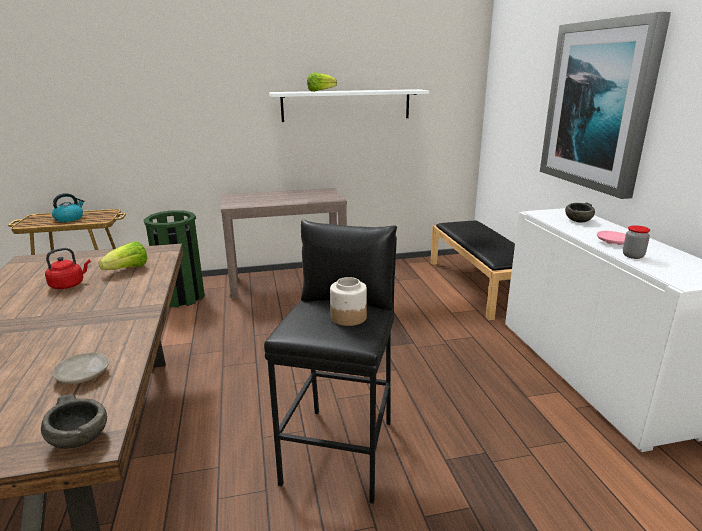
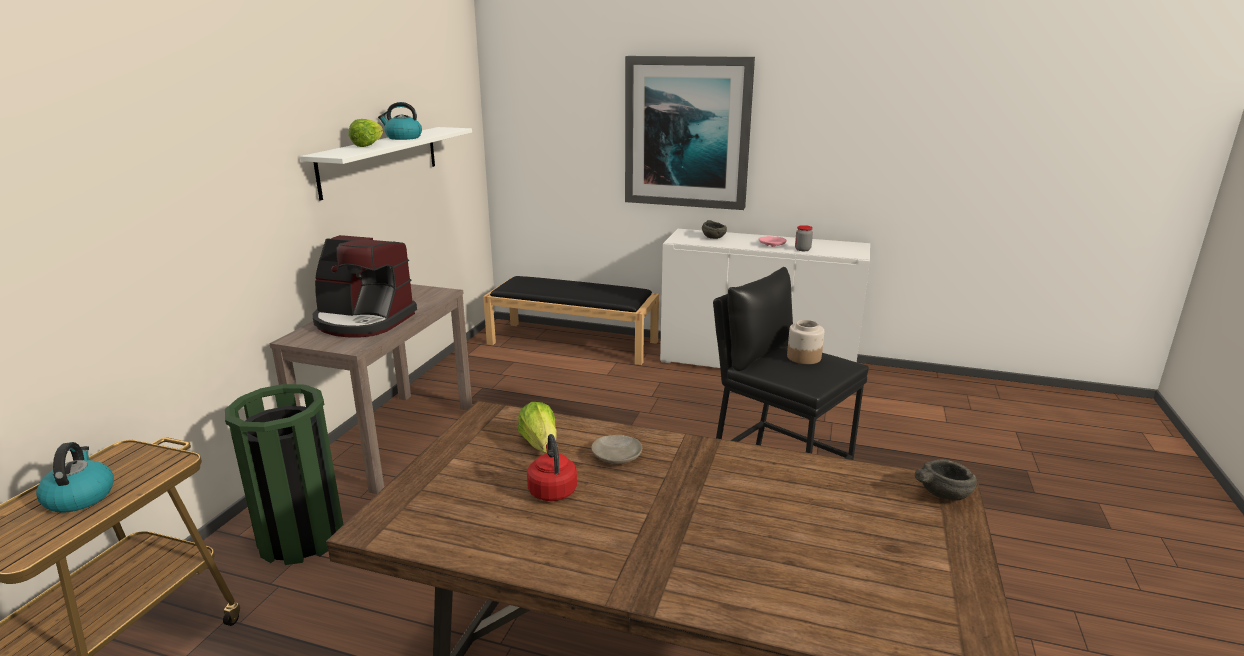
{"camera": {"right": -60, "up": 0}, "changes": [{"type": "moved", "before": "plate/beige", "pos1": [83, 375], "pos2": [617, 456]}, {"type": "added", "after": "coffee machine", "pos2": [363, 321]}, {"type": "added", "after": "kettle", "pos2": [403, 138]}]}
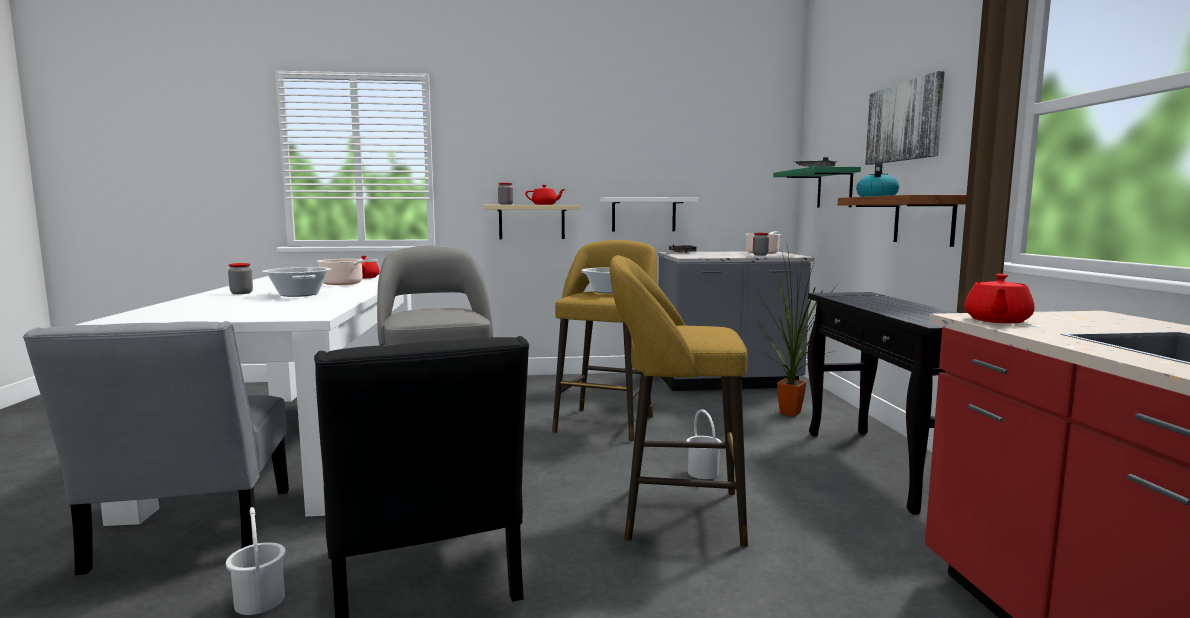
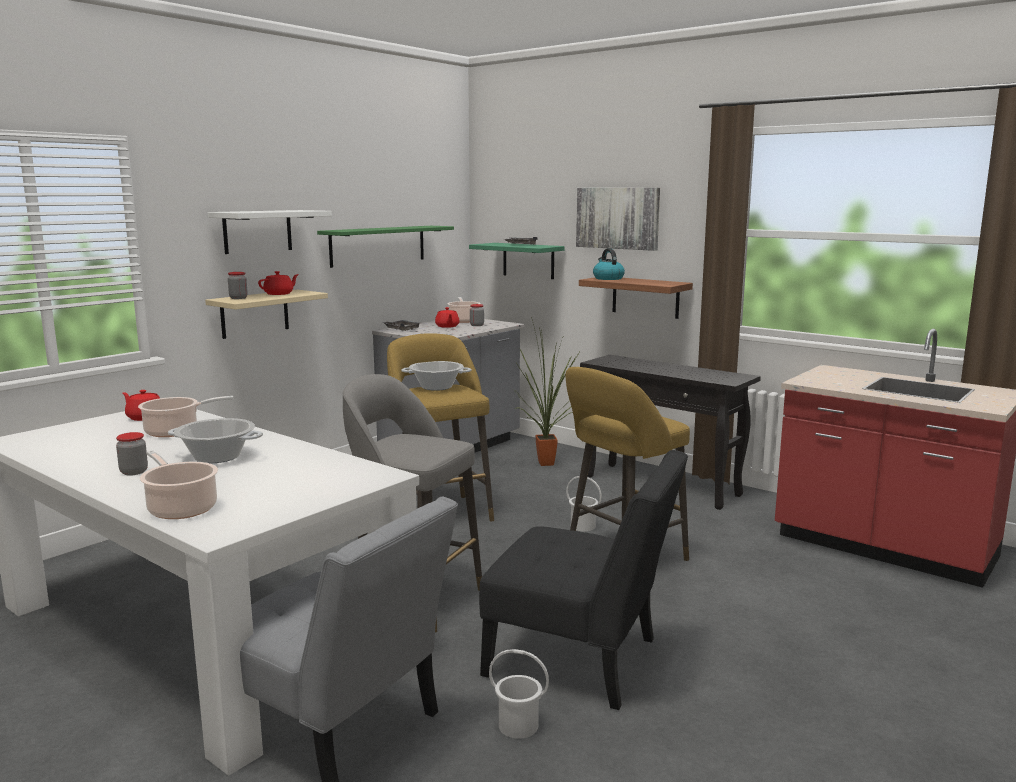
{"camera": {"right": -45, "up": 5}, "changes": [{"type": "moved", "before": "shelf/white", "pos1": [643, 214], "pos2": [257, 231]}, {"type": "moved", "before": "teapot/red", "pos1": [996, 320], "pos2": [447, 326]}, {"type": "added", "after": "cooking pot", "pos2": [180, 508]}, {"type": "added", "after": "shelf/green", "pos2": [378, 245]}]}
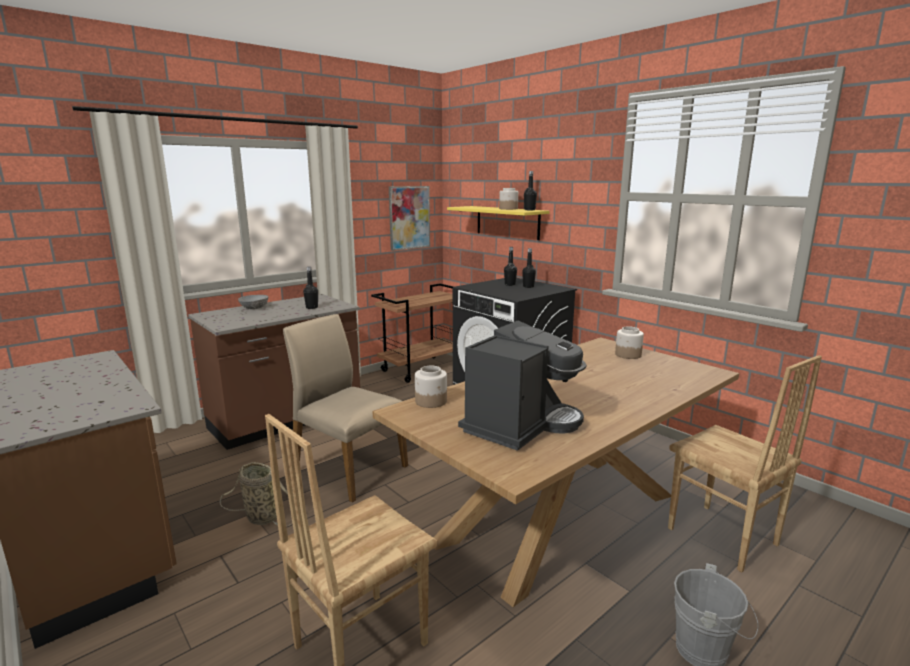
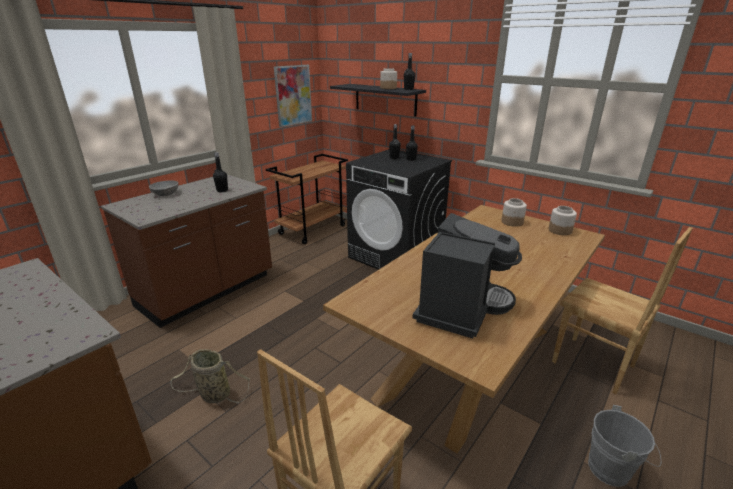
{"camera": {"right": -10, "up": 10}, "changes": [{"type": "removed", "before": "chair/beige", "pos1": [348, 468]}, {"type": "moved", "before": "jar", "pos1": [431, 401], "pos2": [560, 230]}, {"type": "recoloured", "before": "shelf/yellow", "after": "shelf/black", "pos1": [507, 222], "pos2": [385, 99]}]}
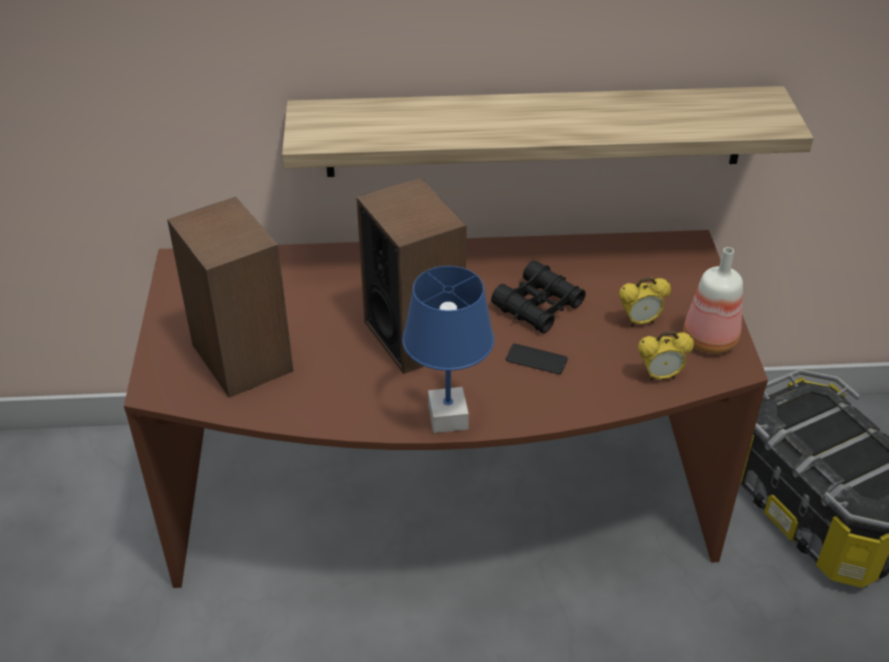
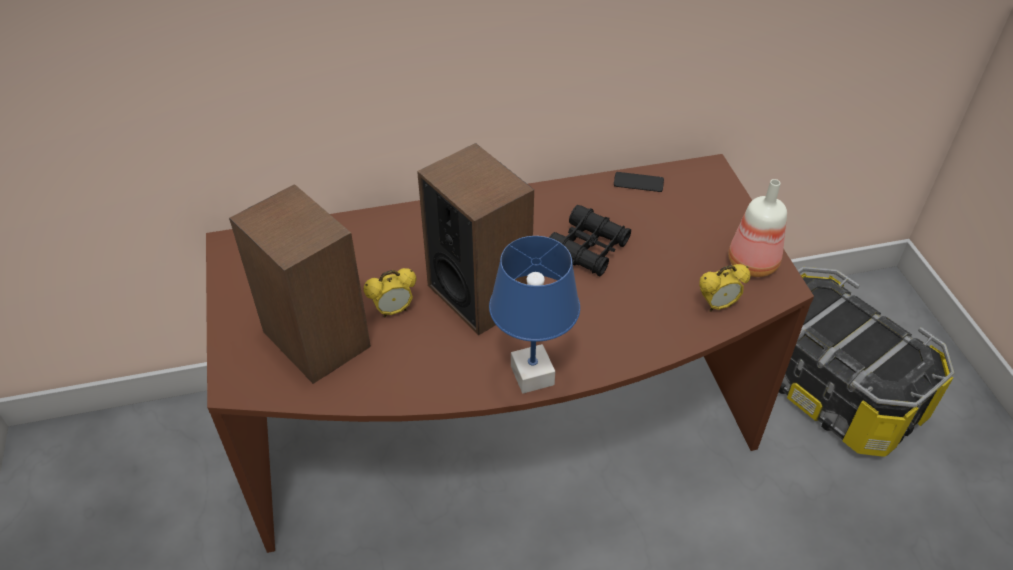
{"camera": {"right": -10, "up": 5}, "changes": [{"type": "removed", "before": "shelf", "pos1": [535, 131]}, {"type": "moved", "before": "phone", "pos1": [536, 359], "pos2": [638, 182]}, {"type": "moved", "before": "alarm clock", "pos1": [640, 322], "pos2": [393, 311]}]}
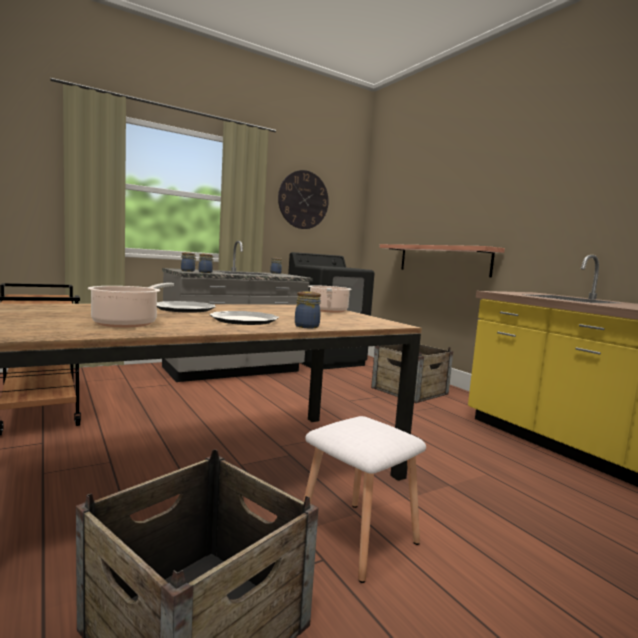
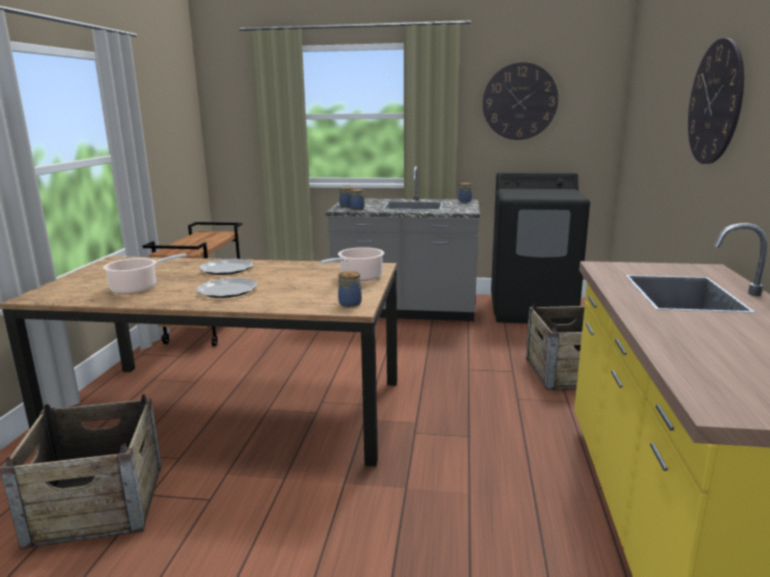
{"camera": {"right": 40, "up": 10}, "changes": [{"type": "moved", "before": "jar", "pos1": [306, 326], "pos2": [351, 303]}, {"type": "removed", "before": "stool/white", "pos1": [357, 539]}, {"type": "removed", "before": "shelf", "pos1": [443, 260]}, {"type": "added", "after": "wall clock", "pos2": [715, 102]}]}
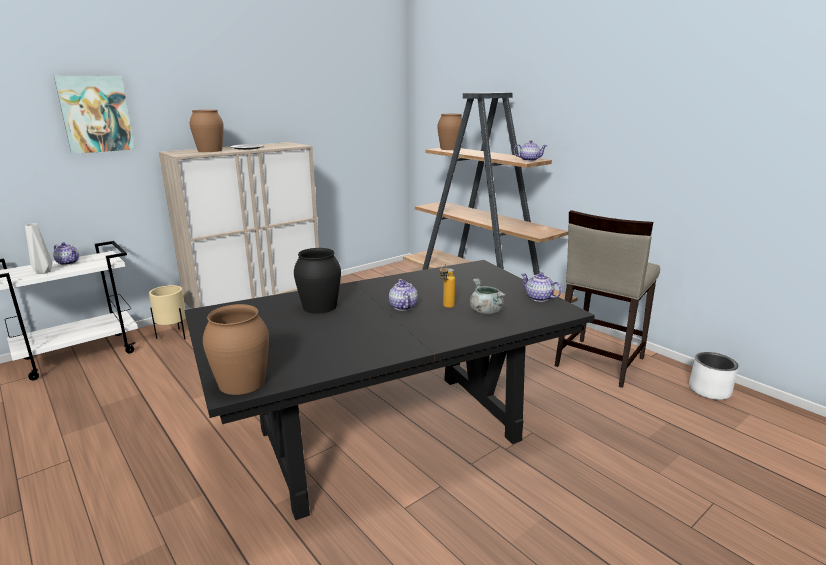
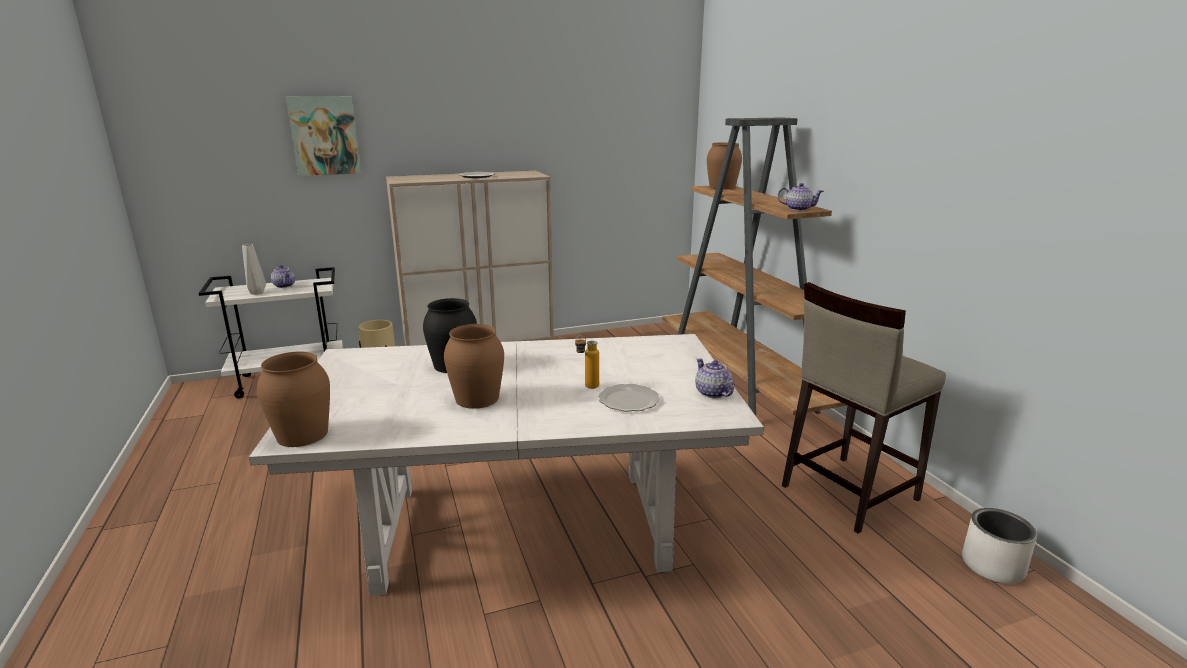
{"camera": {"right": 20, "up": 0}, "changes": [{"type": "recoloured", "before": "dining table/black", "after": "dining table/white", "pos1": [388, 435], "pos2": [521, 527]}, {"type": "moved", "before": "vase/brown", "pos1": [210, 150], "pos2": [477, 399]}, {"type": "removed", "before": "teapot", "pos1": [403, 307]}, {"type": "replaced", "before": "cooking pot/grey", "after": "plate", "pos1": [485, 311], "pos2": [628, 400]}]}
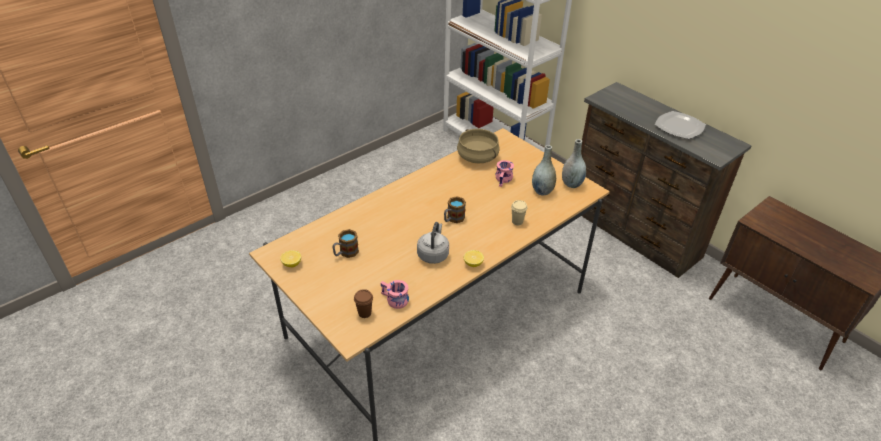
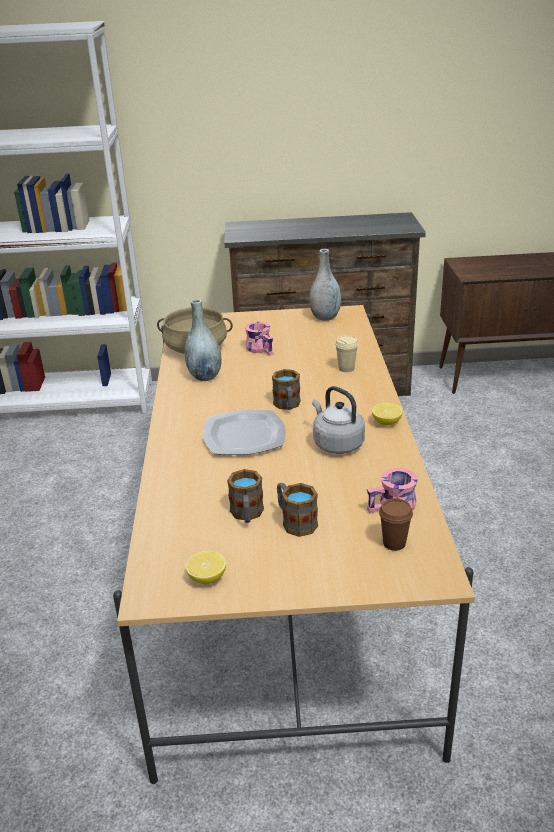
{"camera": {"right": -50, "up": -10}, "changes": [{"type": "moved", "before": "vase/grey", "pos1": [542, 191], "pos2": [205, 376]}, {"type": "moved", "before": "plate", "pos1": [678, 127], "pos2": [243, 436]}, {"type": "added", "after": "mug", "pos2": [295, 521]}]}
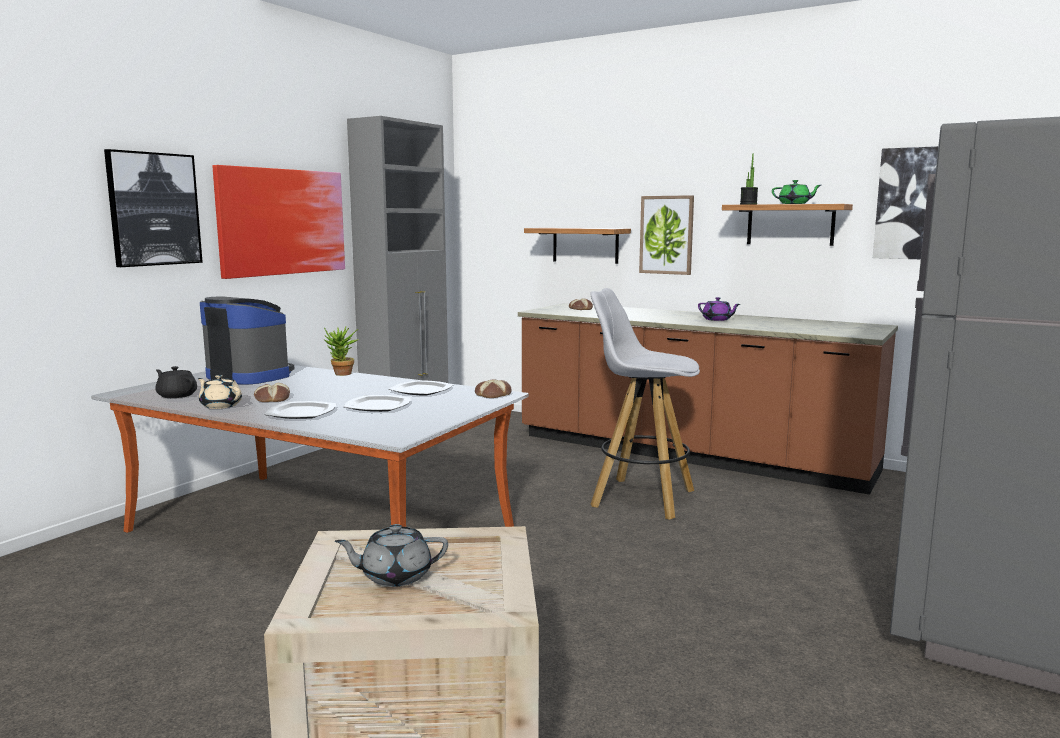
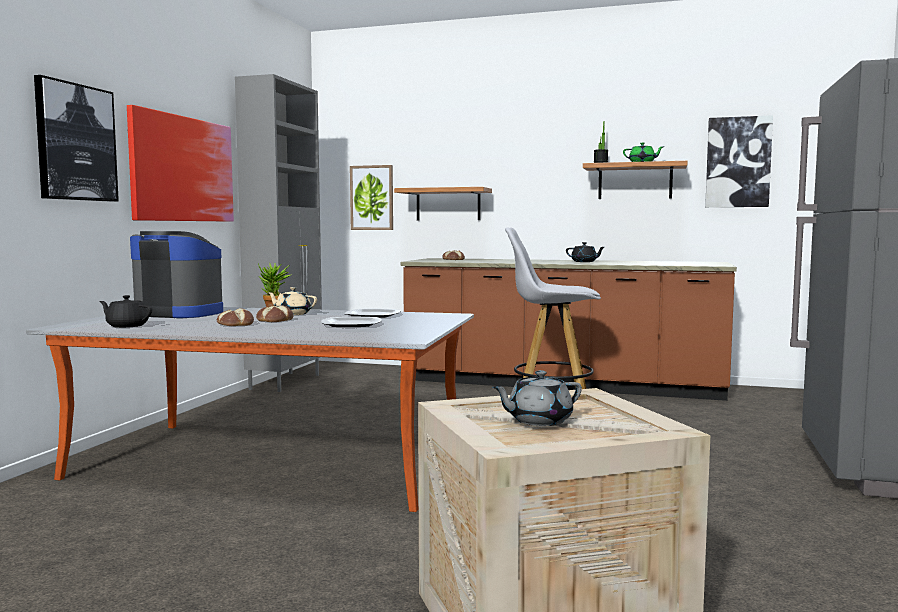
{"camera": {"right": -15, "up": -5}, "changes": [{"type": "moved", "before": "teapot/beige", "pos1": [220, 405], "pos2": [292, 314]}, {"type": "removed", "before": "plate", "pos1": [302, 413]}, {"type": "moved", "before": "bread", "pos1": [492, 394], "pos2": [274, 320]}, {"type": "moved", "before": "picture", "pos1": [666, 235], "pos2": [372, 197]}, {"type": "recoloured", "before": "teapot/purple", "after": "teapot/black", "pos1": [717, 320], "pos2": [584, 262]}]}
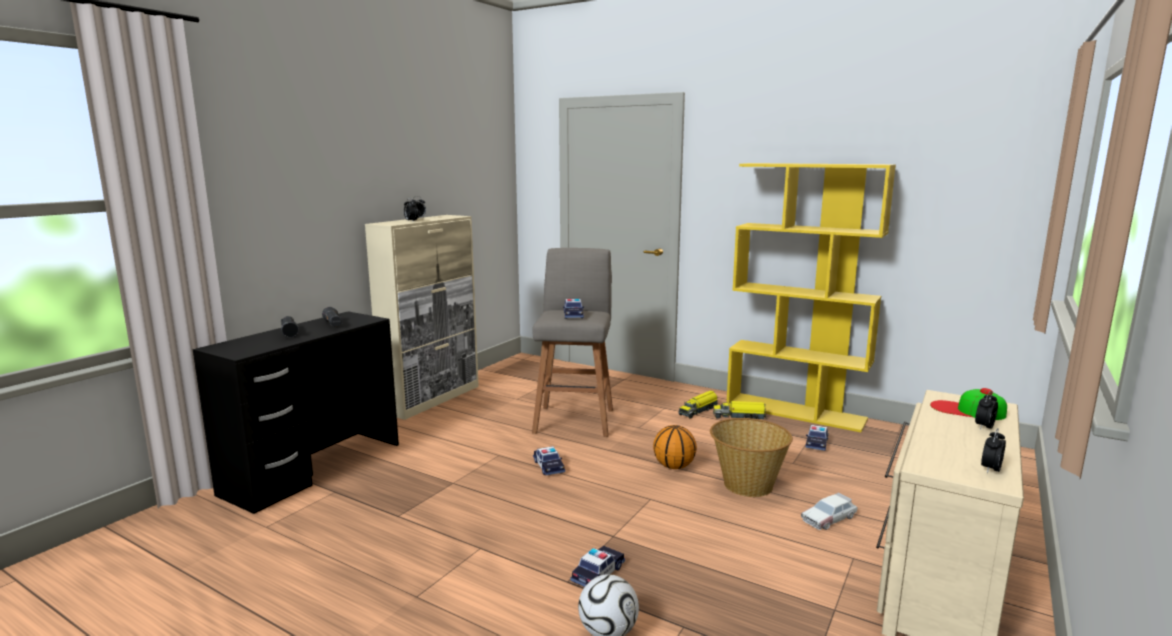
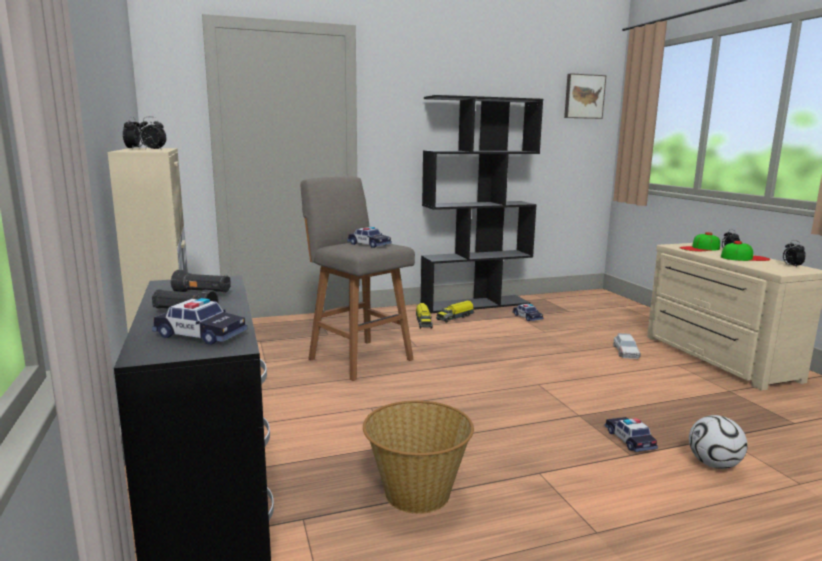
{"camera": {"right": -50, "up": 0}, "changes": [{"type": "moved", "before": "toy car", "pos1": [548, 466], "pos2": [200, 335]}, {"type": "removed", "before": "basketball", "pos1": [674, 466]}, {"type": "moved", "before": "basket", "pos1": [747, 485], "pos2": [417, 494]}, {"type": "recoloured", "before": "bookcase/yellow", "after": "bookcase/black", "pos1": [796, 412], "pos2": [475, 304]}, {"type": "added", "after": "picture", "pos2": [583, 96]}, {"type": "added", "after": "cap", "pos2": [744, 258]}]}
